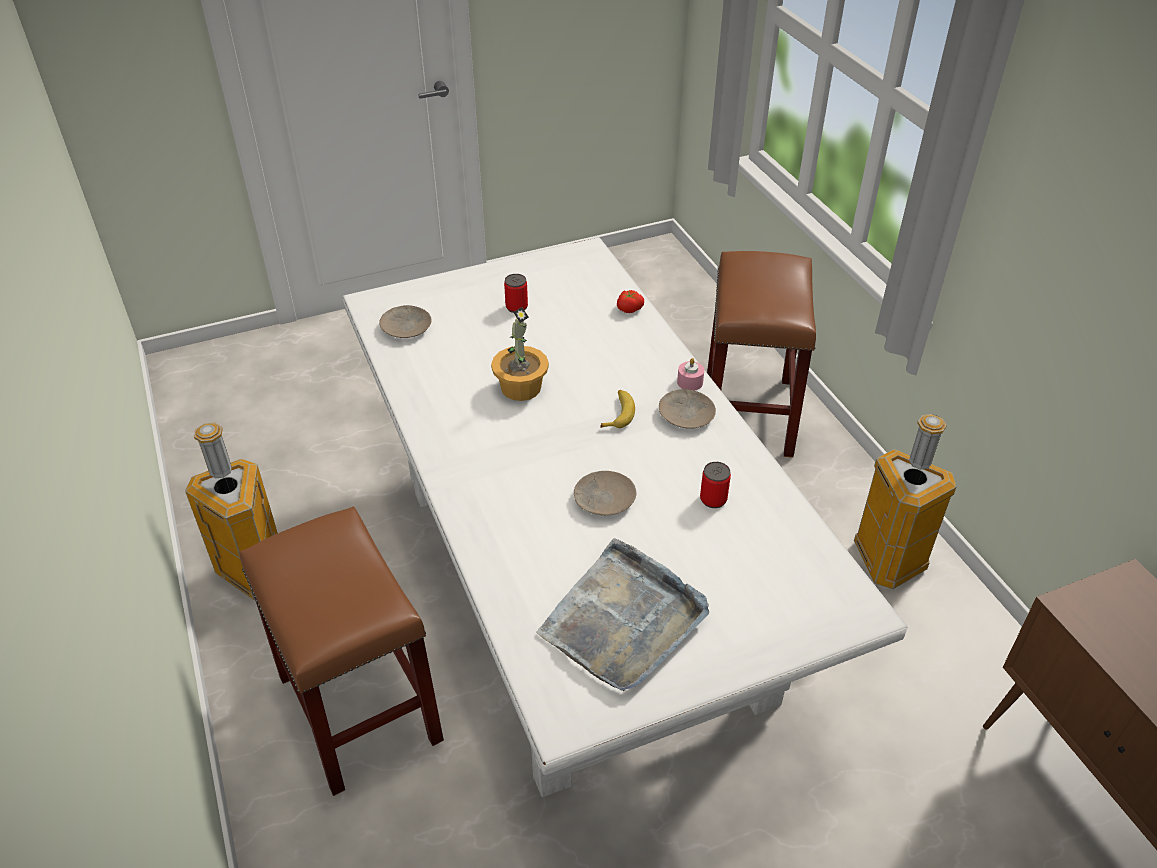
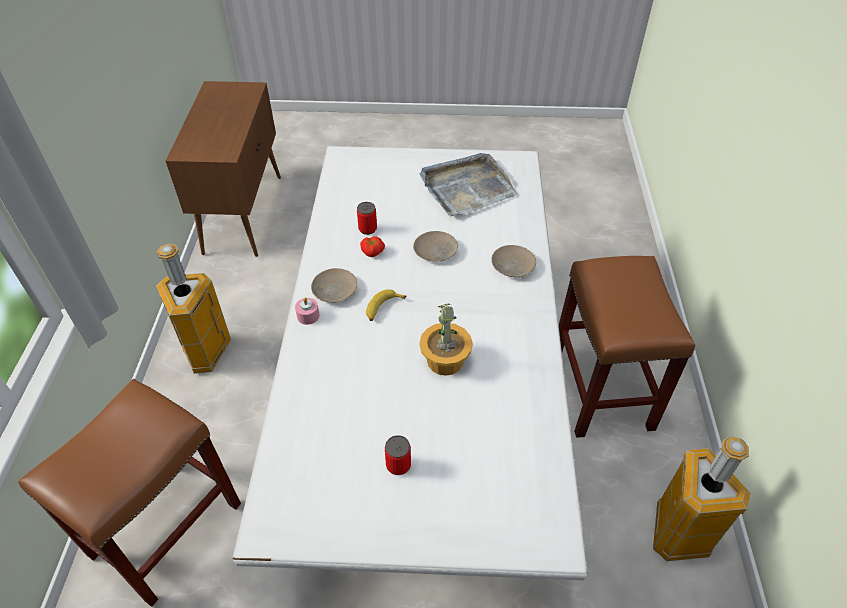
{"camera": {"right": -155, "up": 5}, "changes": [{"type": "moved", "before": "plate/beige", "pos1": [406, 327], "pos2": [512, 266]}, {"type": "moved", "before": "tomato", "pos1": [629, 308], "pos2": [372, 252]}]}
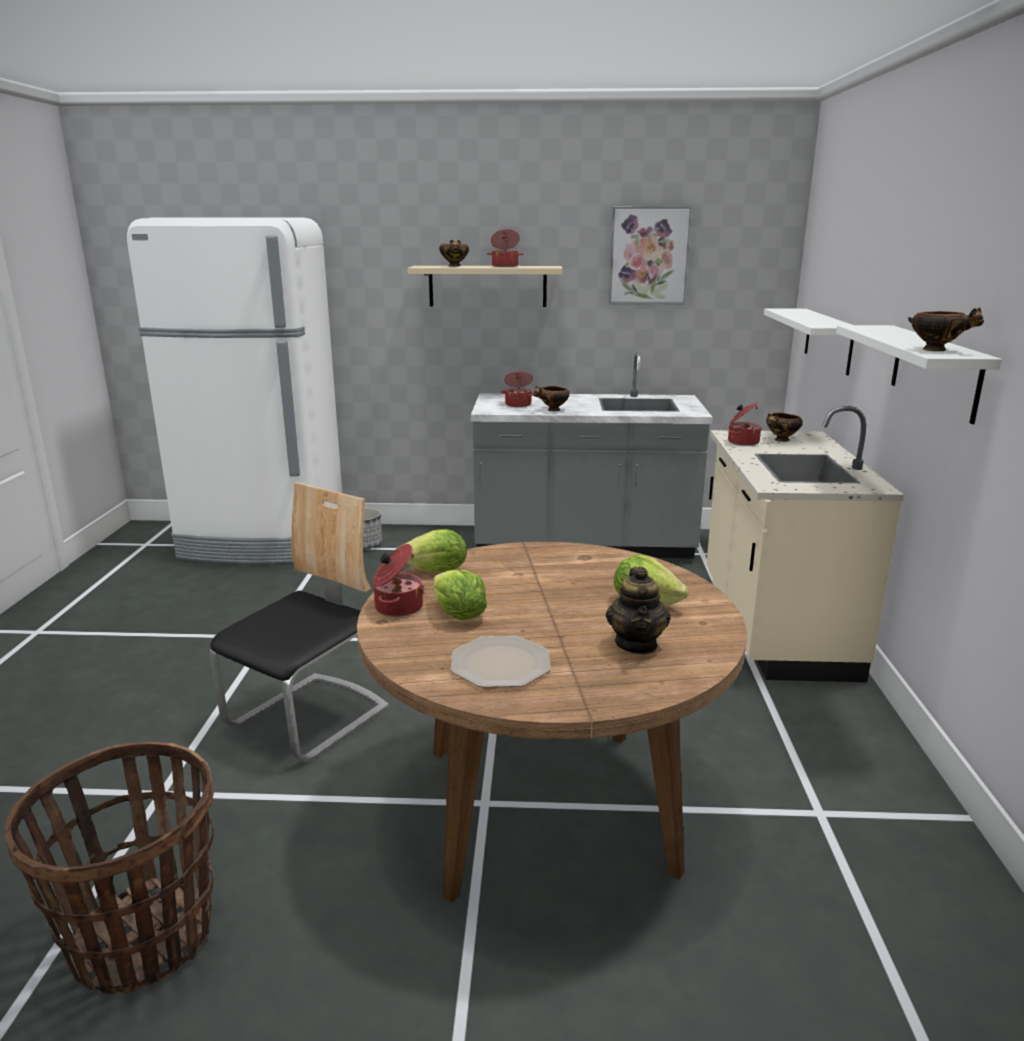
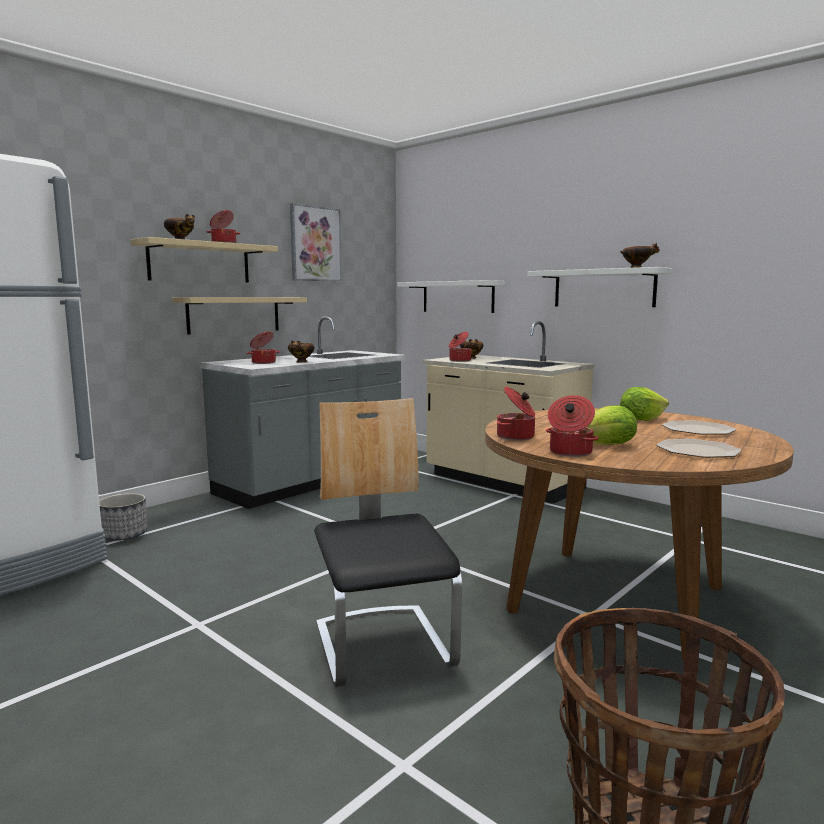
{"camera": {"right": -50, "up": -10}, "changes": [{"type": "replaced", "before": "lettuce", "after": "cooking pot", "pos1": [436, 571], "pos2": [516, 437]}, {"type": "replaced", "before": "teapot", "after": "plate", "pos1": [637, 644], "pos2": [697, 429]}, {"type": "added", "after": "shelf/beige", "pos2": [234, 314]}]}
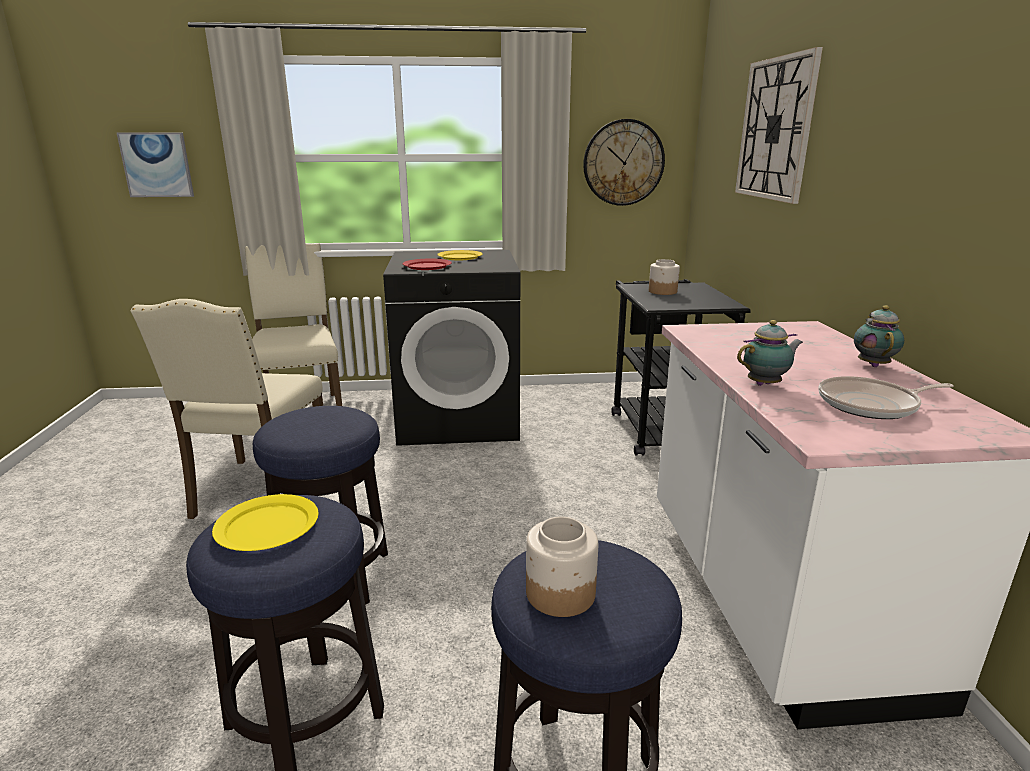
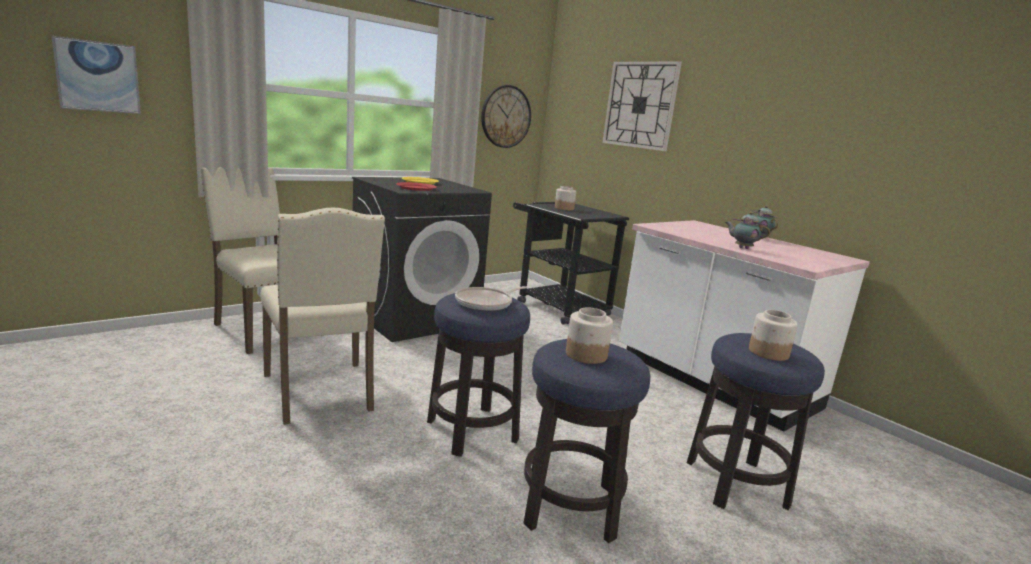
{"camera": {"right": -35, "up": -5}, "changes": [{"type": "replaced", "before": "plate/yellow", "after": "jar", "pos1": [267, 526], "pos2": [585, 355]}, {"type": "turned", "before": "teapot", "pos1": [766, 384], "pos2": [742, 248], "turn": -90}, {"type": "moved", "before": "frying pan", "pos1": [872, 405], "pos2": [486, 303]}]}
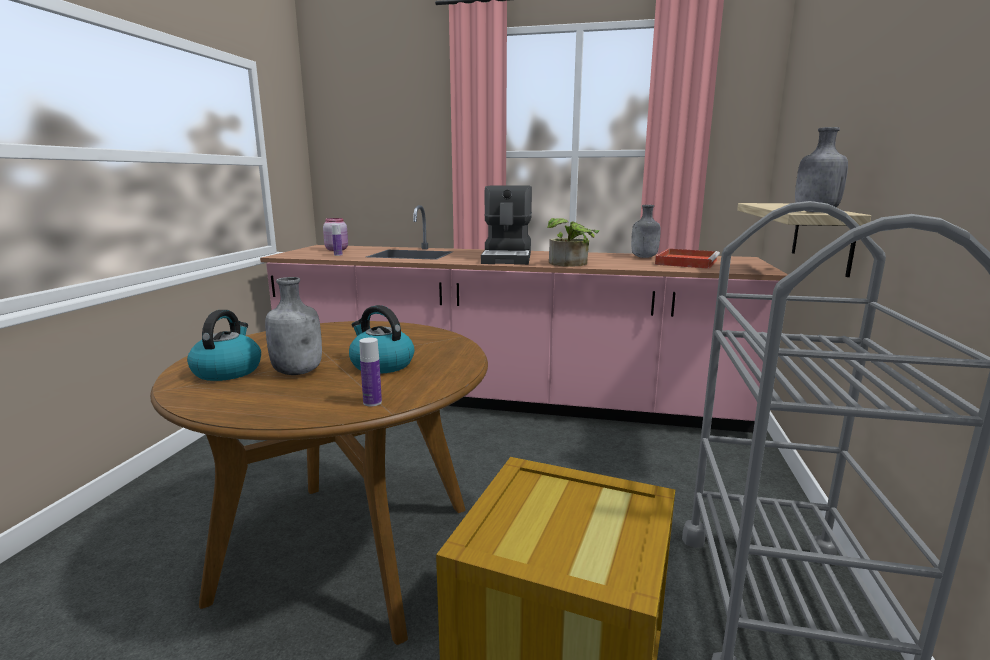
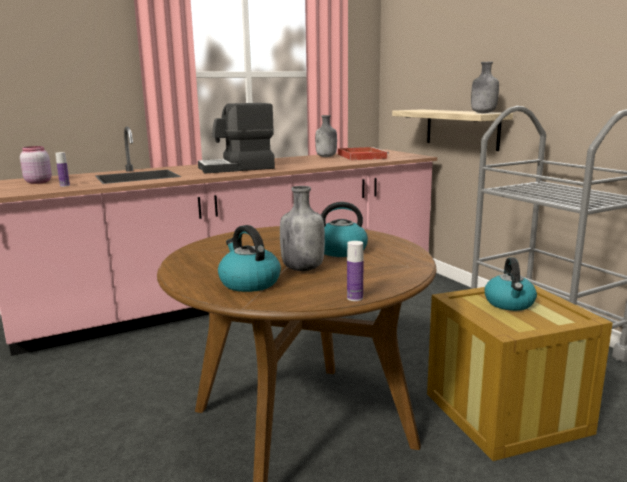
{"camera": {"right": -40, "up": 0}, "changes": [{"type": "moved", "before": "bottle", "pos1": [372, 402], "pos2": [355, 298]}, {"type": "turned", "before": "coffee machine", "pos1": [508, 258], "pos2": [237, 168], "turn": 105}, {"type": "removed", "before": "potted plant", "pos1": [570, 264]}, {"type": "added", "after": "kettle", "pos2": [509, 303]}]}
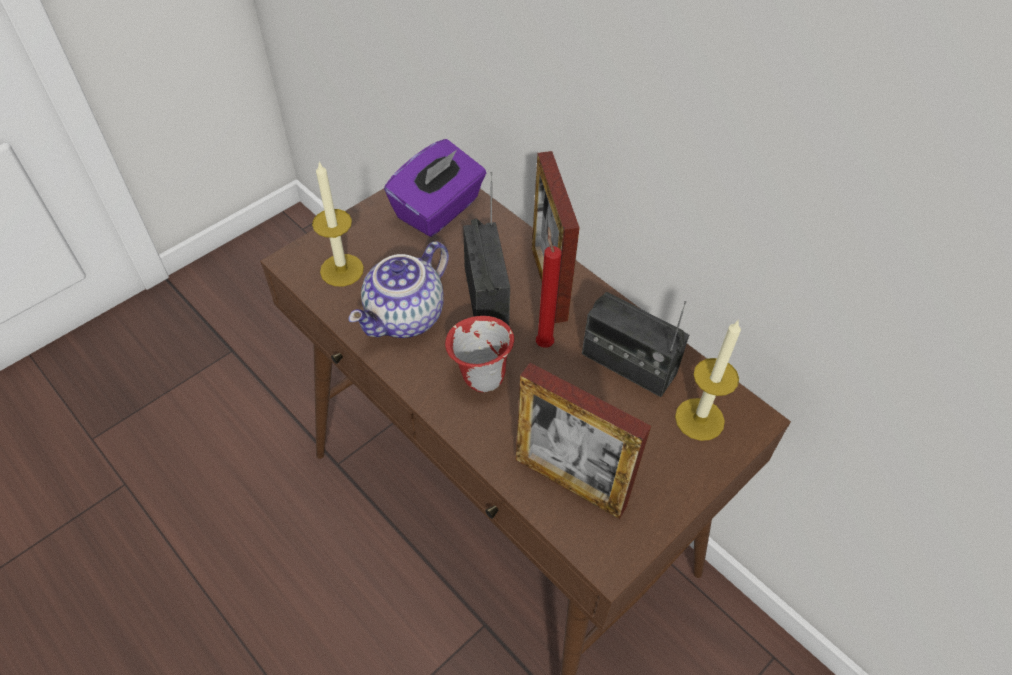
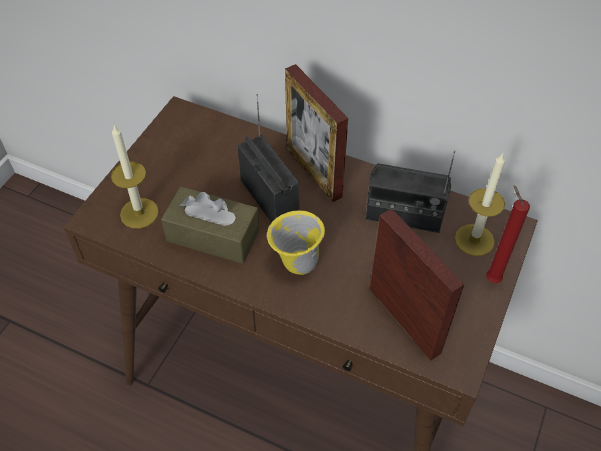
{"camera": {"right": -20, "up": 0}, "changes": [{"type": "replaced", "before": "teapot", "after": "tissue box/brown", "pos1": [406, 318], "pos2": [213, 235]}, {"type": "removed", "before": "tissue box/purple", "pos1": [438, 210]}, {"type": "recoloured", "before": "mug/red", "after": "mug/yellow", "pos1": [479, 377], "pos2": [295, 263]}, {"type": "turned", "before": "picture frame", "pos1": [570, 482], "pos2": [404, 320], "turn": -135}, {"type": "moved", "before": "candle/red", "pos1": [543, 342], "pos2": [491, 278]}]}
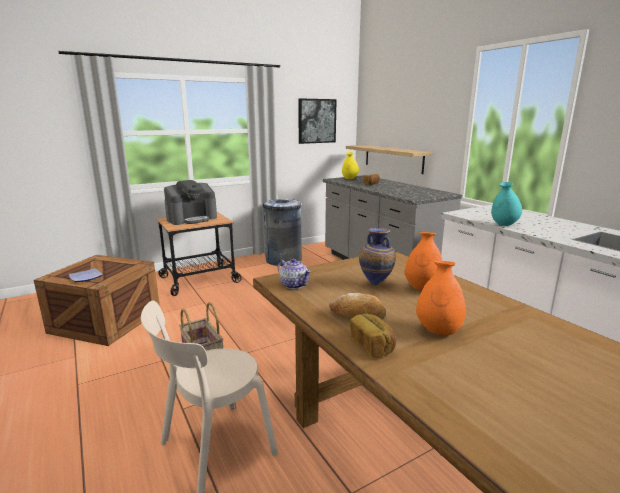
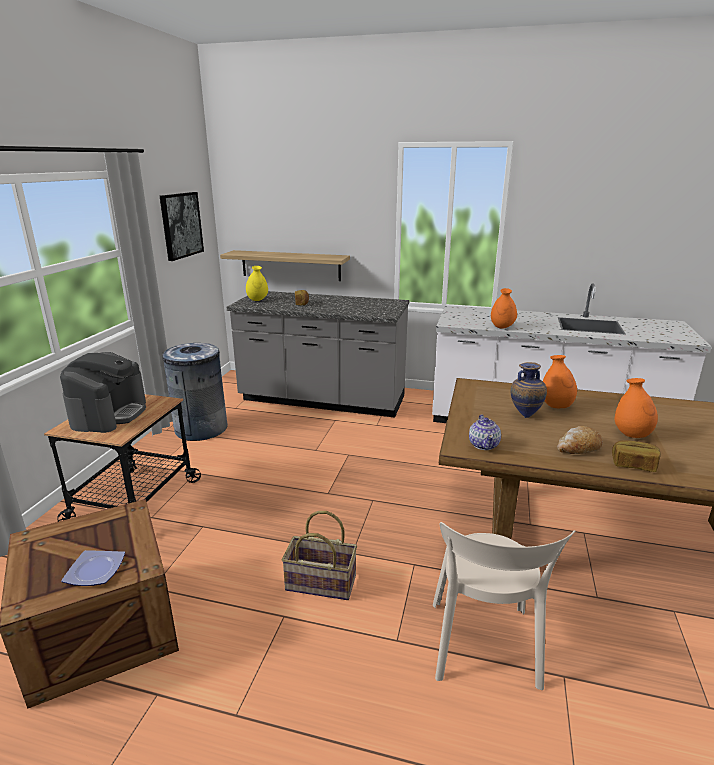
{"camera": {"right": -45, "up": 5}, "changes": [{"type": "turned", "before": "teapot", "pos1": [294, 285], "pos2": [484, 445], "turn": 90}, {"type": "recoloured", "before": "vase/turquoise", "after": "vase/orange", "pos1": [504, 224], "pos2": [502, 327]}]}
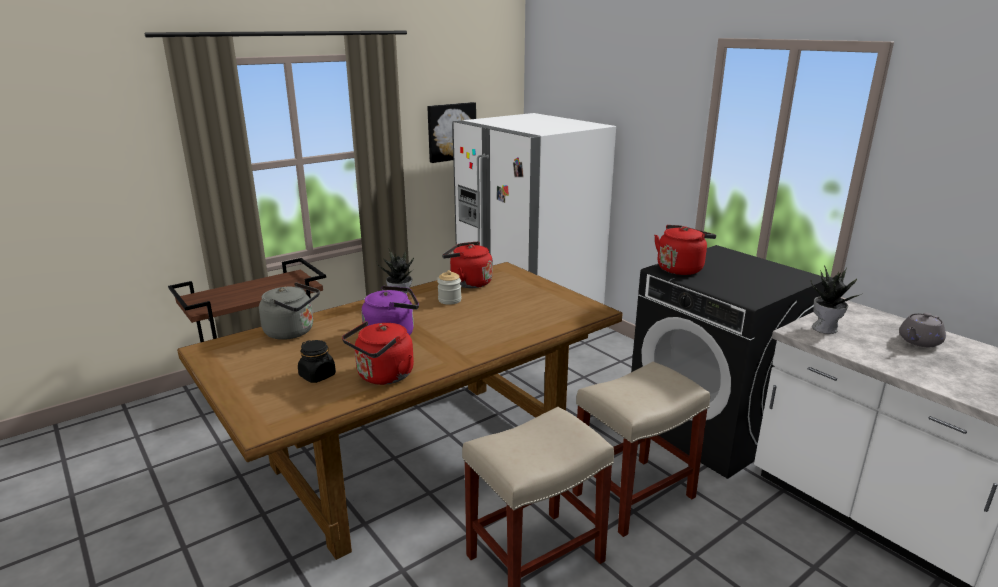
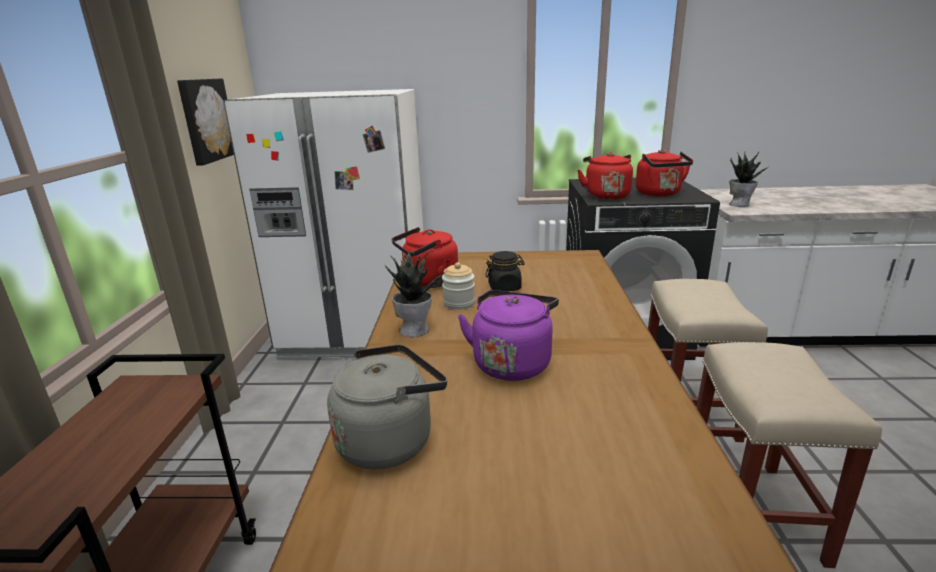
{"camera": {"right": -50, "up": 0}, "changes": [{"type": "moved", "before": "jar/black", "pos1": [317, 376], "pos2": [505, 287]}, {"type": "moved", "before": "kettle/red", "pos1": [383, 376], "pos2": [659, 194]}, {"type": "removed", "before": "teapot/grey", "pos1": [919, 341]}]}
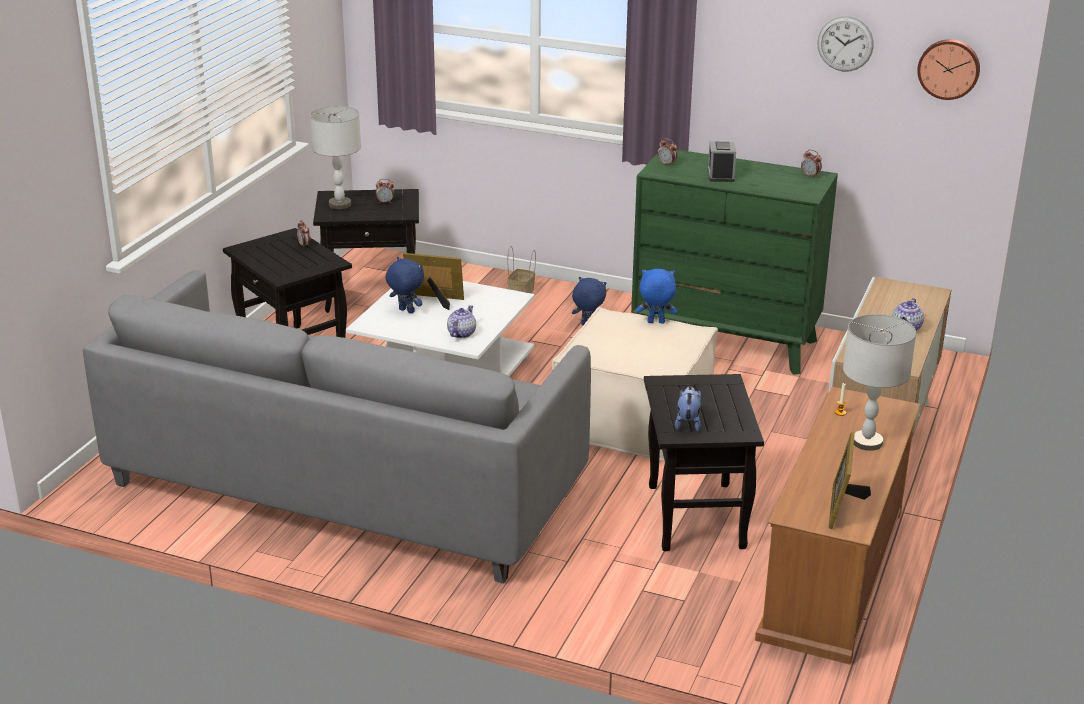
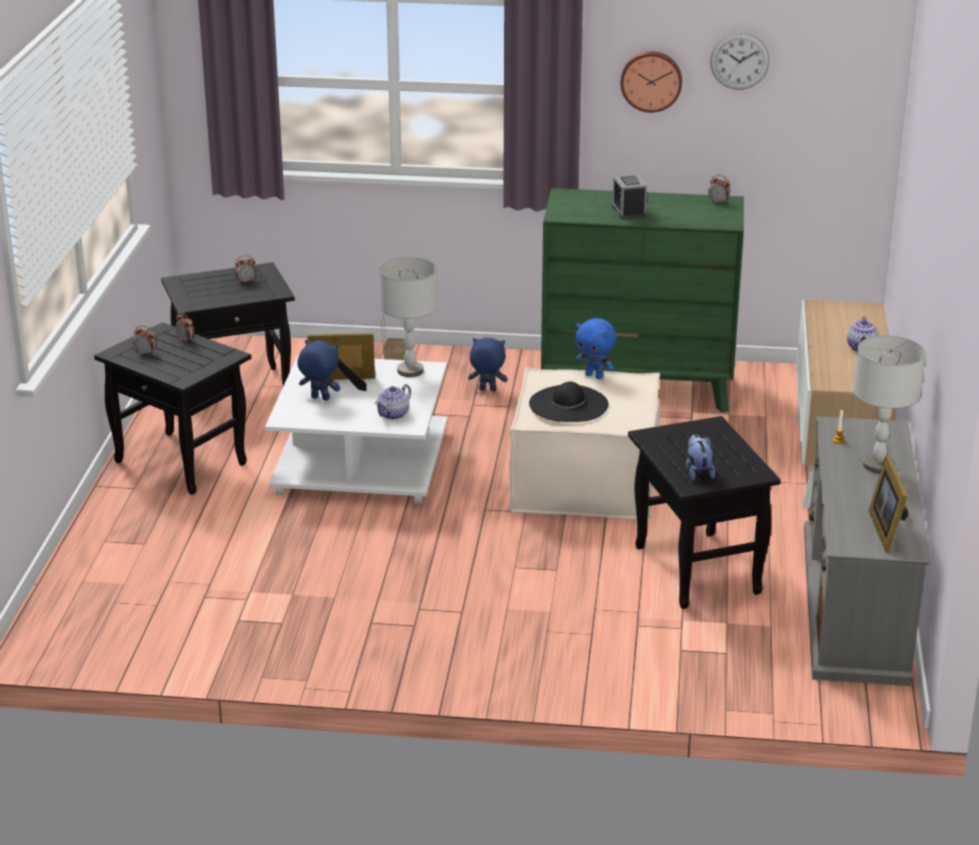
{"camera": {"right": -15, "up": 0}, "changes": [{"type": "removed", "before": "sofa/grey", "pos1": [345, 484]}, {"type": "moved", "before": "table lamp/grey", "pos1": [339, 204], "pos2": [410, 371]}, {"type": "turned", "before": "teapot", "pos1": [461, 333], "pos2": [393, 414], "turn": -150}, {"type": "turned", "before": "plush toy/blue", "pos1": [655, 322], "pos2": [595, 376], "turn": -135}, {"type": "moved", "before": "alarm clock", "pos1": [667, 164], "pos2": [146, 353]}, {"type": "recoloured", "before": "tv stand/brown", "after": "tv stand/grey", "pos1": [834, 574], "pos2": [856, 604]}, {"type": "moved", "before": "wall clock", "pos1": [949, 68], "pos2": [651, 80]}, {"type": "added", "after": "hat/black", "pos2": [568, 404]}]}
